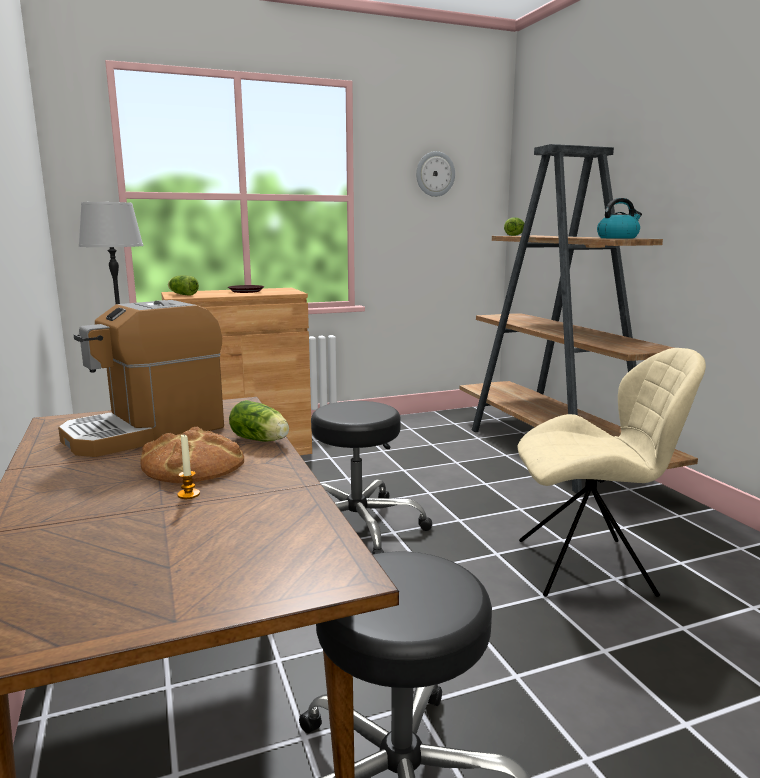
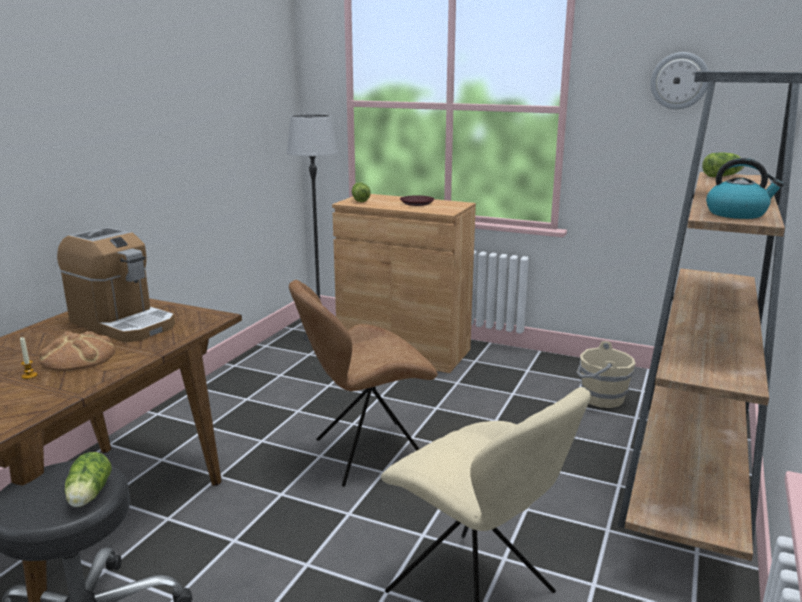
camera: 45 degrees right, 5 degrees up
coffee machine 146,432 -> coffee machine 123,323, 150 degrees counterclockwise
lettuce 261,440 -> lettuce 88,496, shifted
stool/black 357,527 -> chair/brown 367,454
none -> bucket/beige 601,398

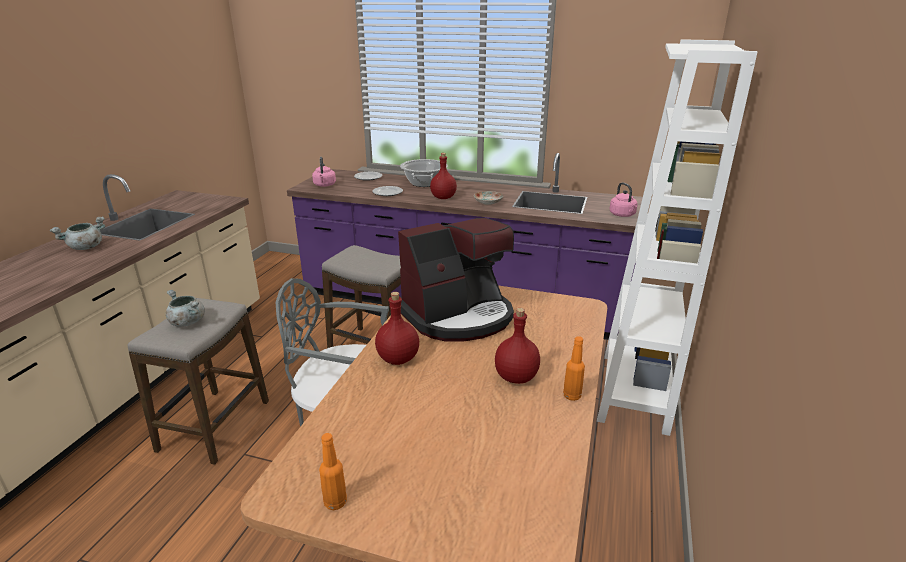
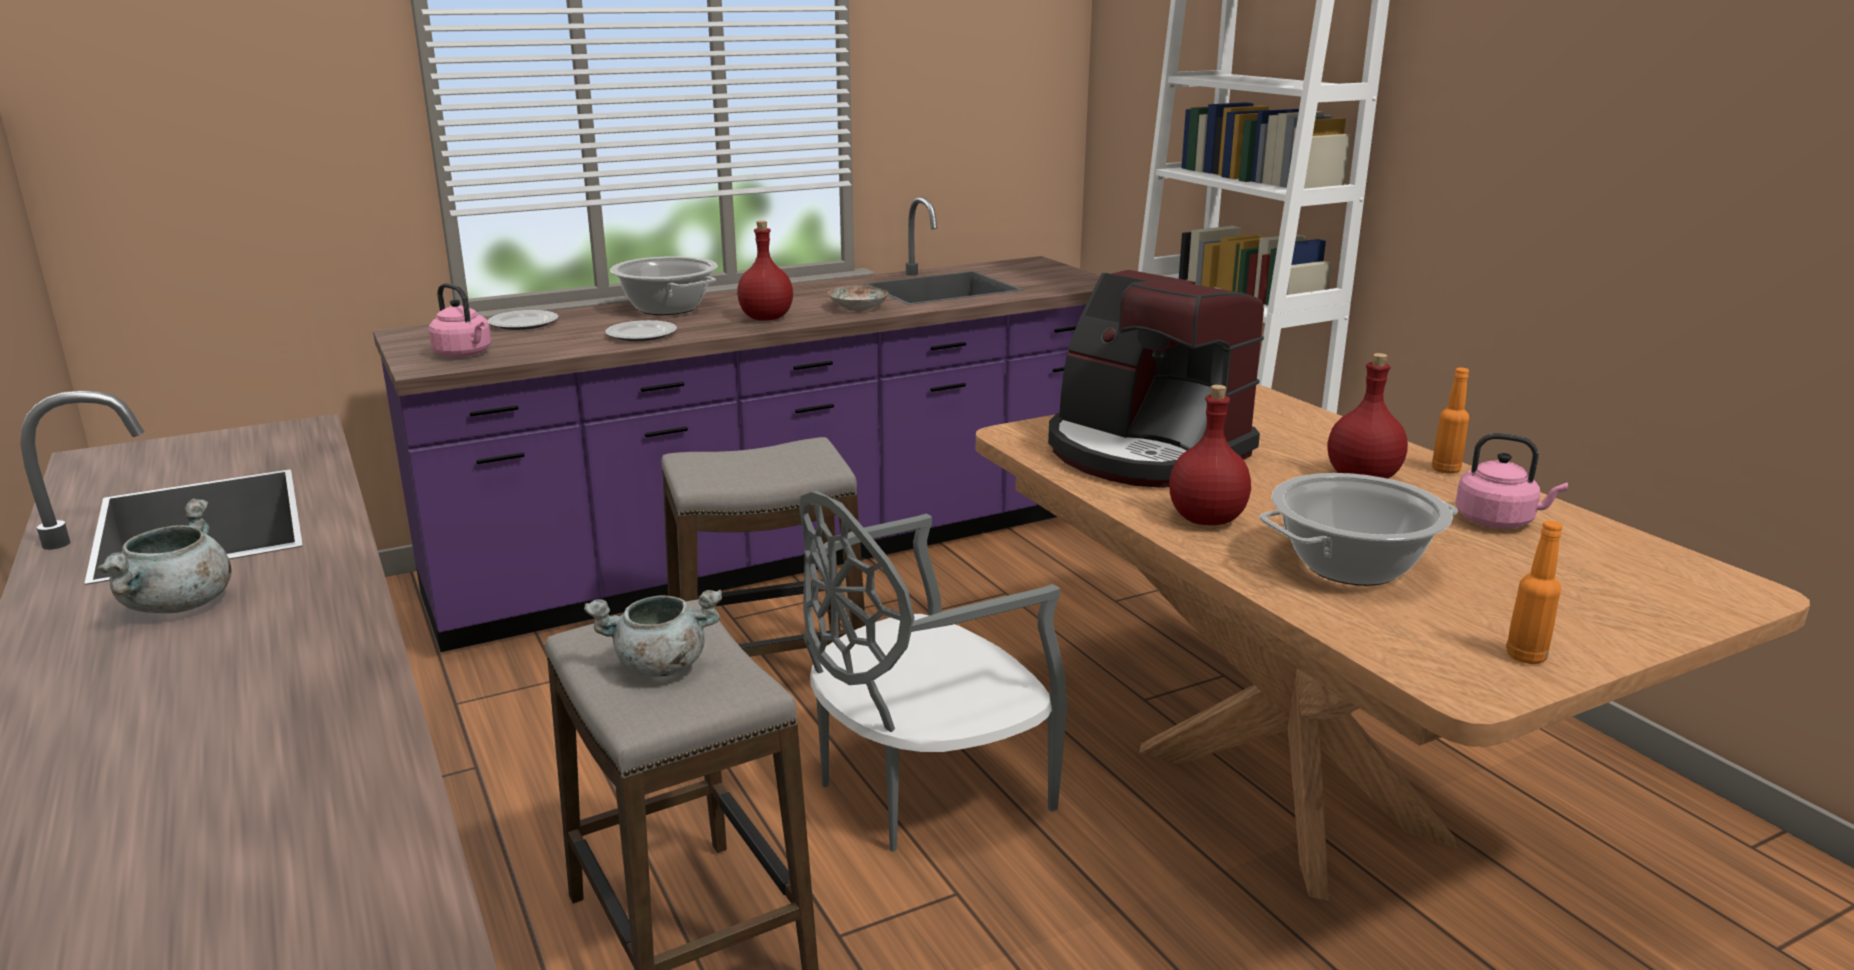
camera: 45 degrees left, 5 degrees down
coffee machine 458,316 -> coffee machine 1144,452, 120 degrees clockwise
kettle/pink 623,215 -> kettle/pink 1498,521, shifted
none -> cooking pot 1351,565

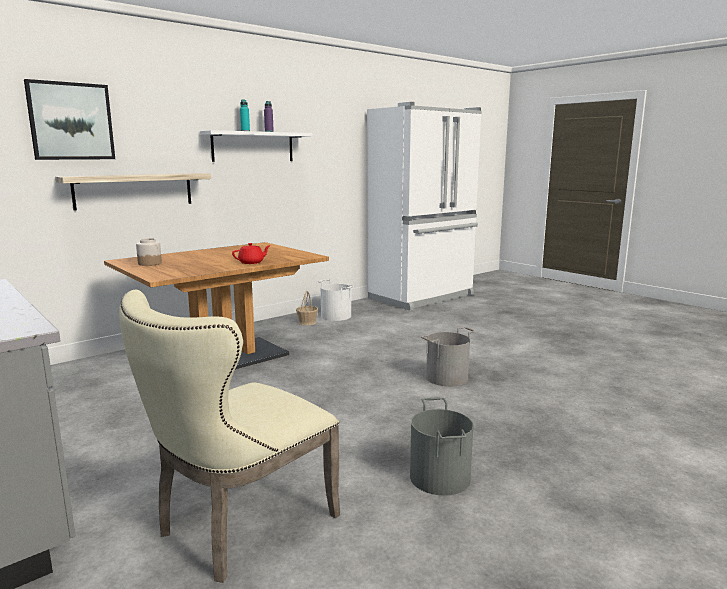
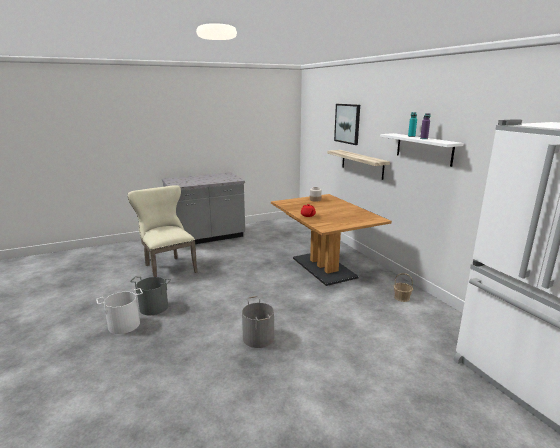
camera: 105 degrees right, 5 degrees up
bucket/white 336,316 -> bucket/white 124,325, shifted

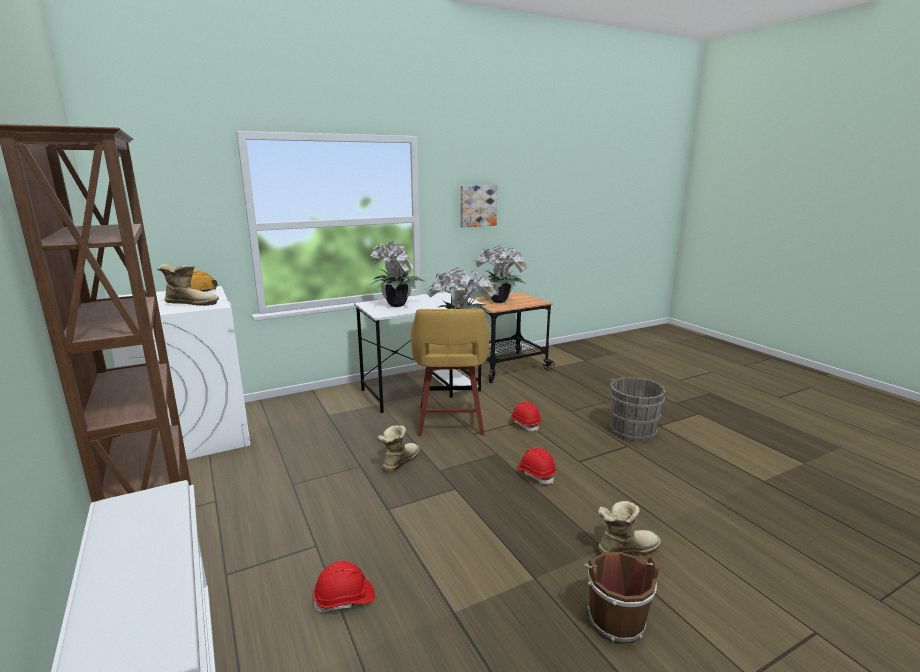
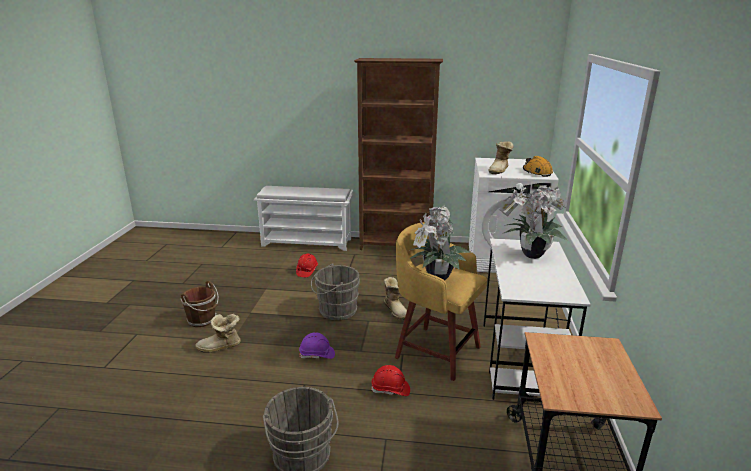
camera: 125 degrees right, 5 degrees up
picture 477,205 -> none
potted plant 500,301 -> none
hard hat/red 535,474 -> hard hat/purple 317,355
boot 624,548 -> boot 220,347, 60 degrees clockwise
none -> bucket/grey 335,311

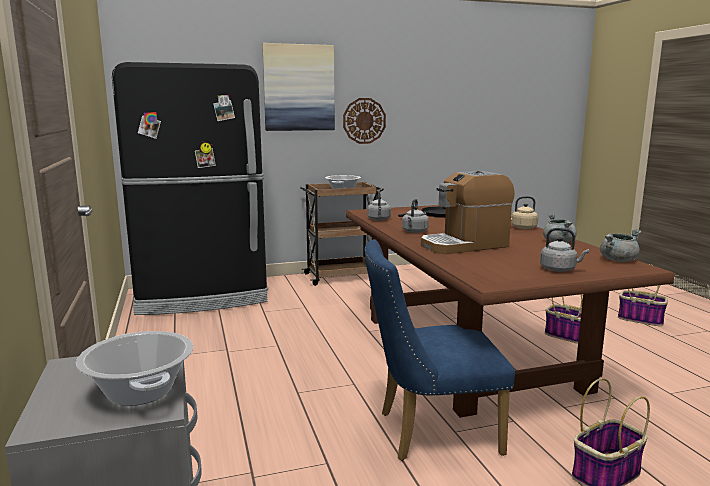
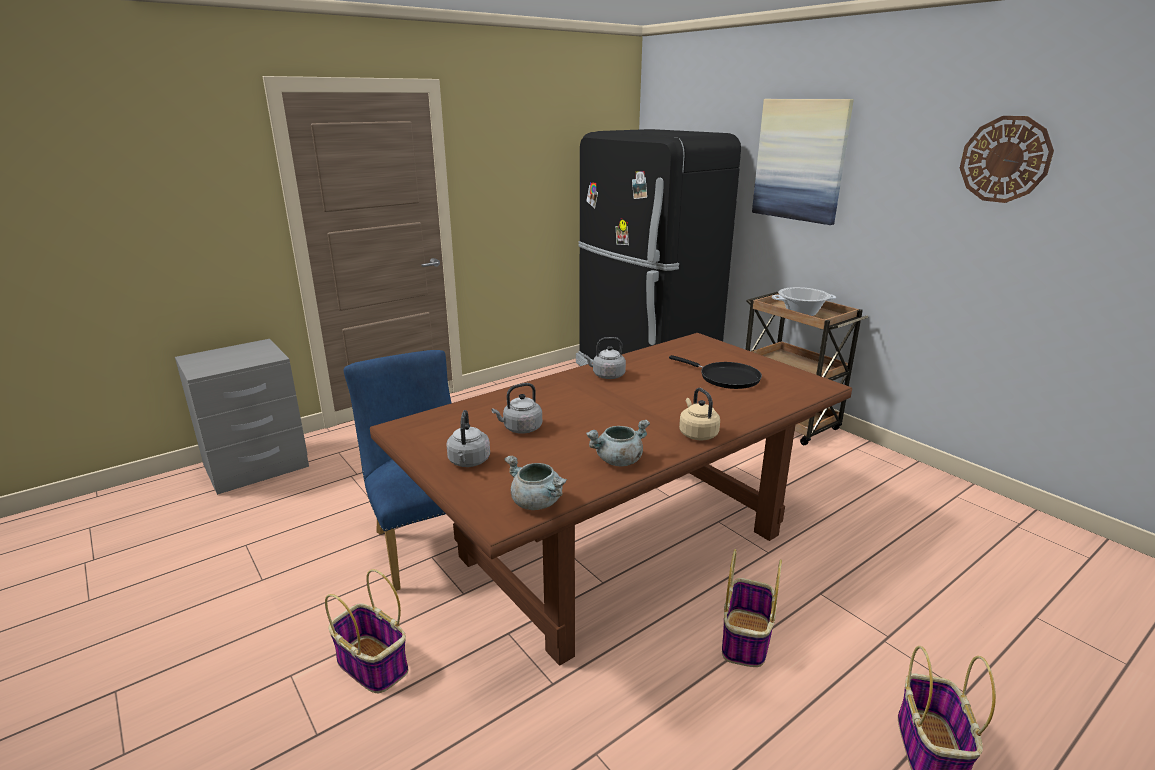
camera: 70 degrees right, 10 degrees up
cooking pot 139,391 -> none
wall clock 364,121 -> wall clock 1005,159, shifted
kettle/grey 379,219 -> kettle/grey 520,428, shifted
coffee machine 464,245 -> none

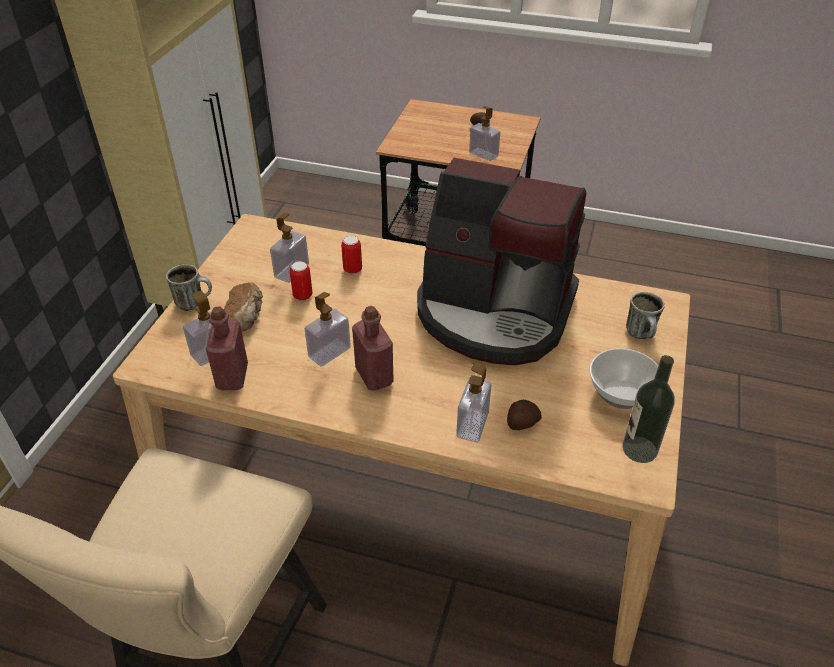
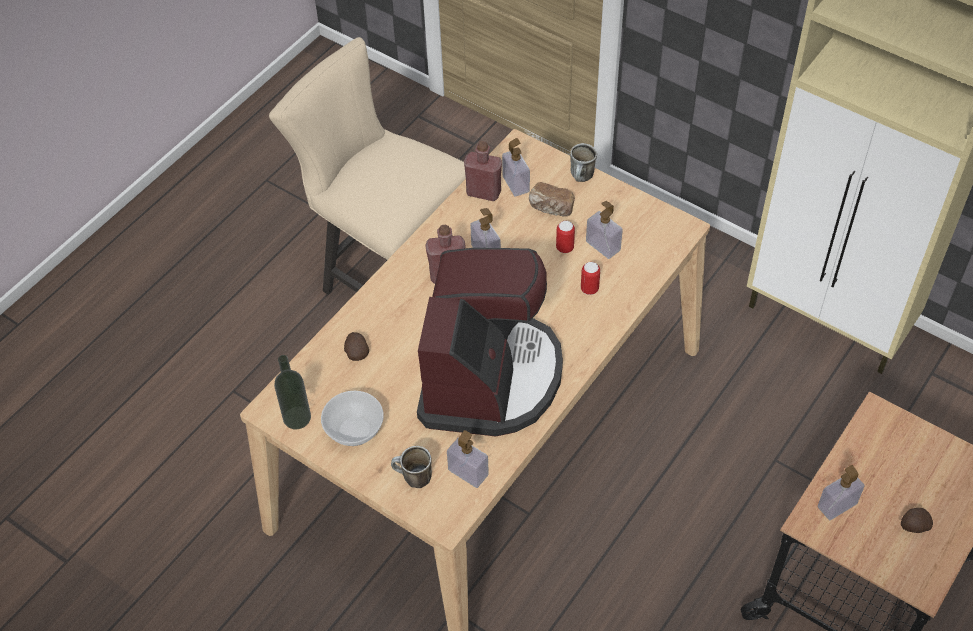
camera: 110 degrees right, 10 degrees up
coffee machine 494,312 -> coffee machine 489,377, 150 degrees clockwise
soap dispenser 472,425 -> soap dispenser 468,472, shifted

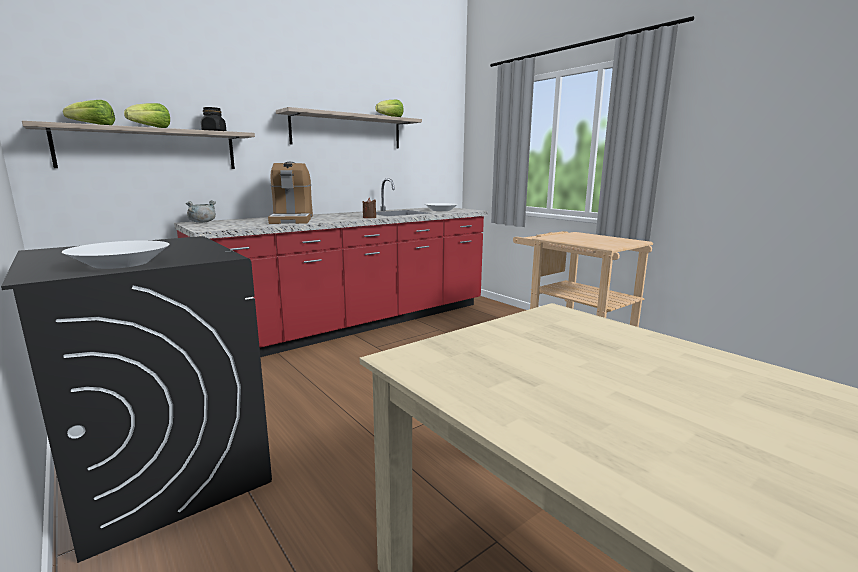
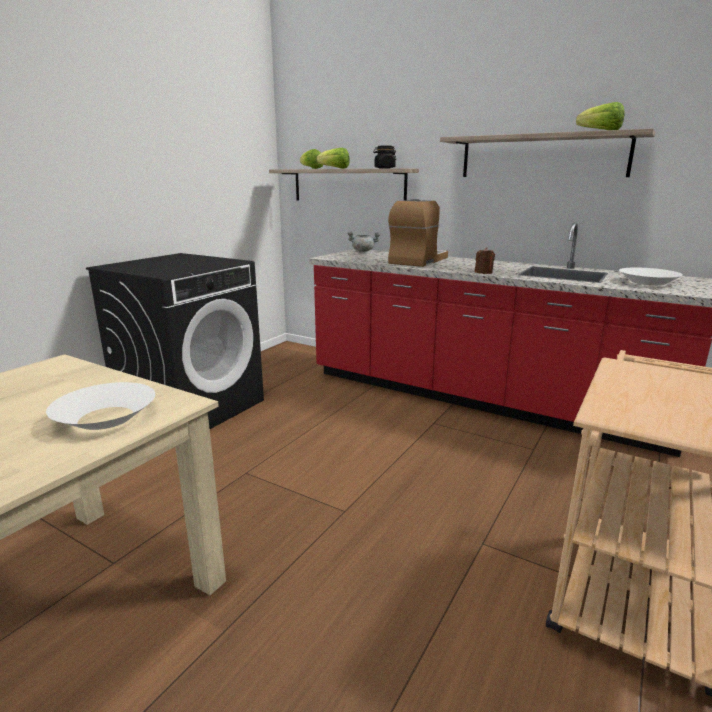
camera: 70 degrees right, 5 degrees up
bowl/white 121,263 -> bowl/white 106,417, shifted
coffee machine 292,220 -> coffee machine 418,261, 150 degrees clockwise

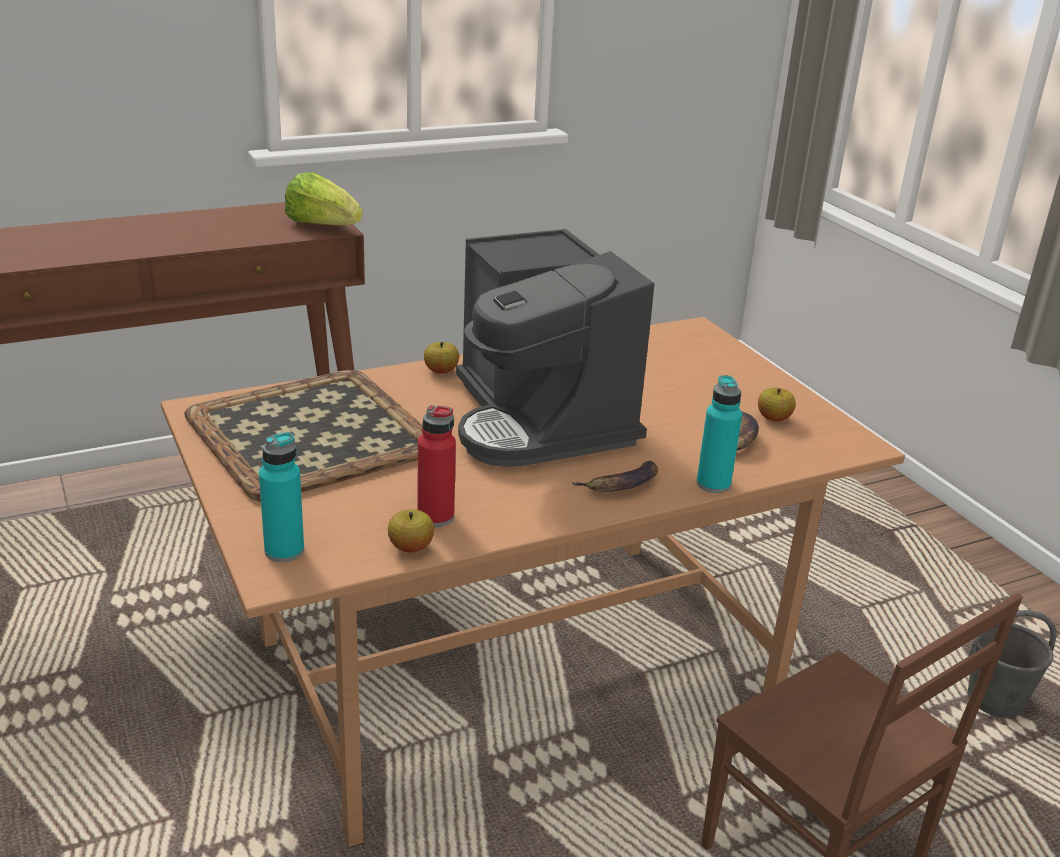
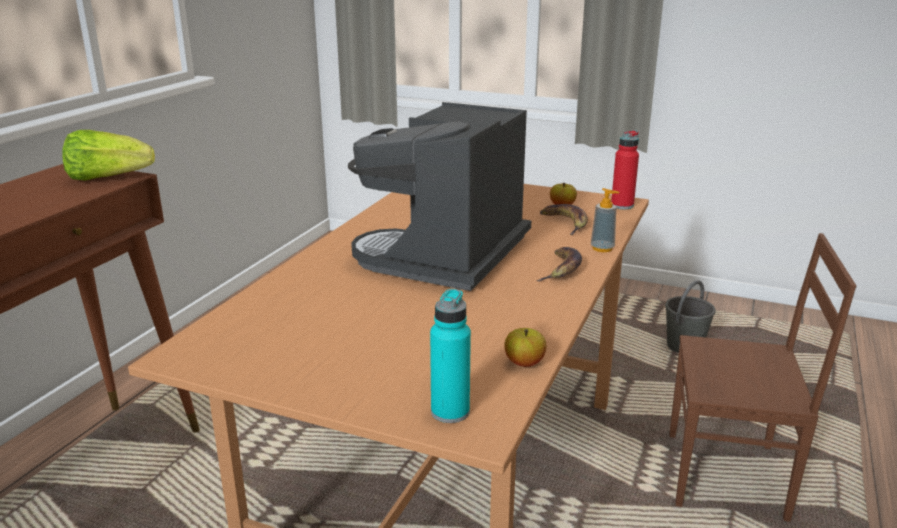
camera: 40 degrees left, 5 degrees down
tray 314,433 -> none
bottle/red 435,517 -> bottle/red 622,205, shifted
apple 441,371 -> none
coffee machine 540,420 -> coffee machine 446,256, 90 degrees clockwise
bottle/turquoise 713,484 -> soap dispenser 602,248

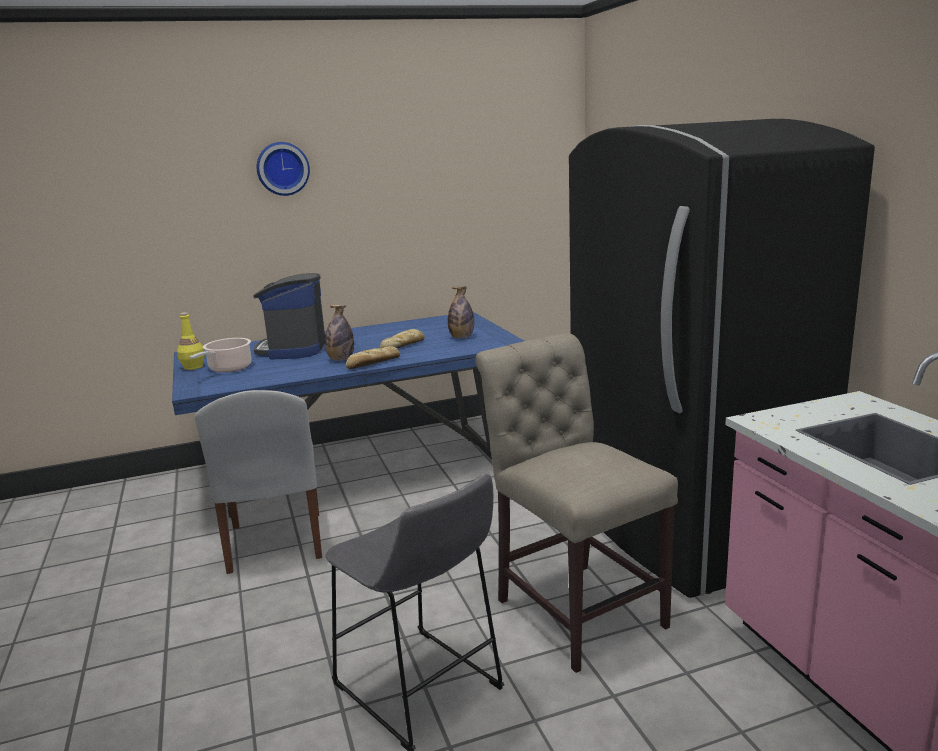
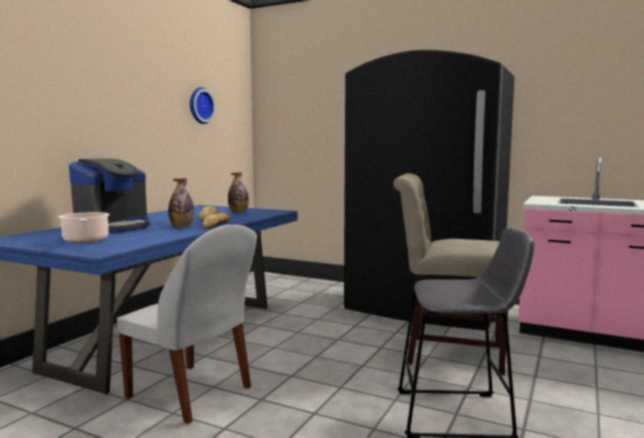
camera: 45 degrees left, 10 degrees down
bottle/yellow 193,367 -> none
coffee machine 293,349 -> coffee machine 113,228, 105 degrees counterclockwise
wall clock 282,168 -> wall clock 199,105, shifted

